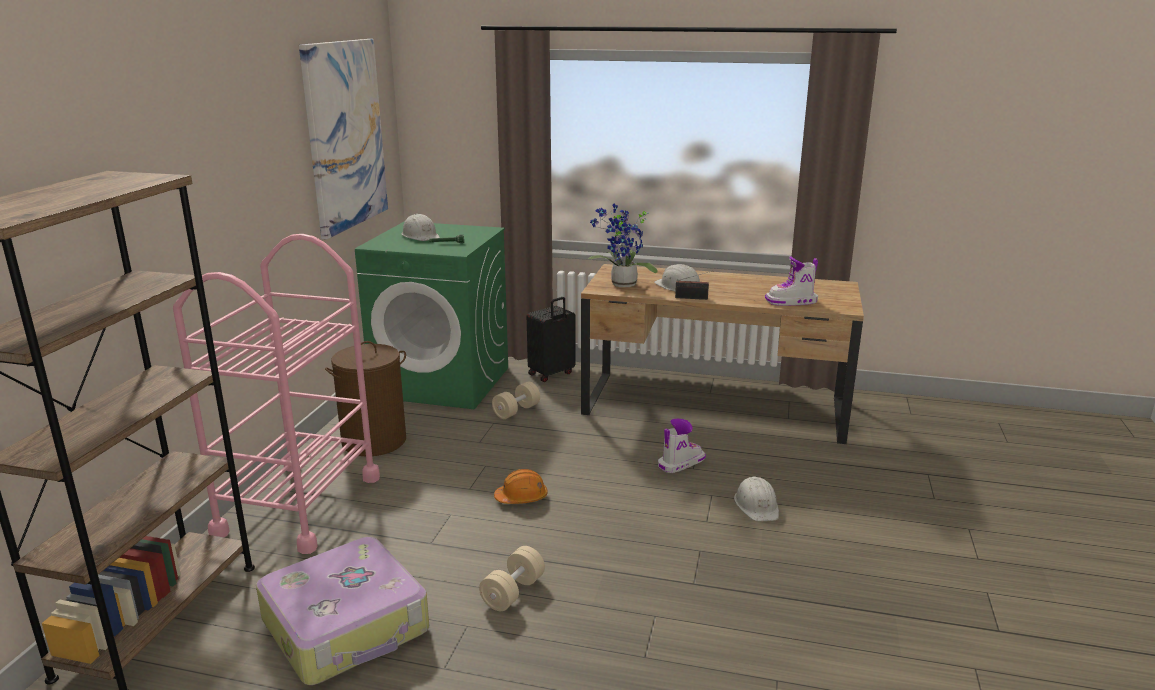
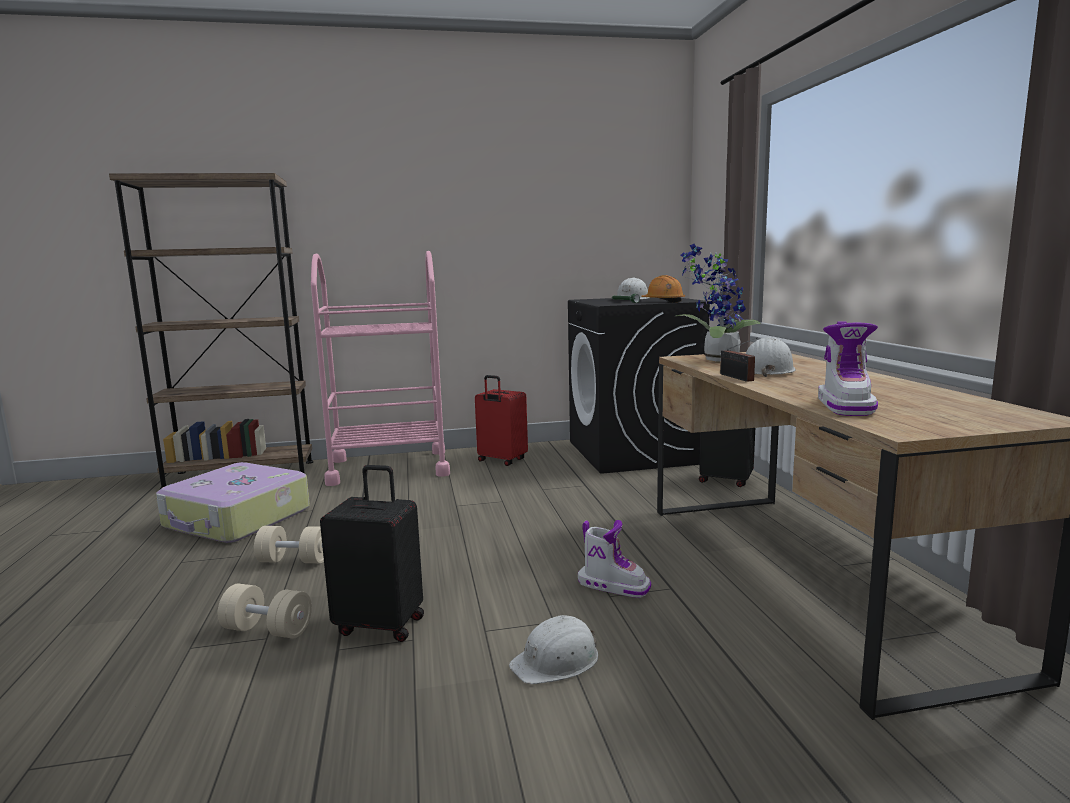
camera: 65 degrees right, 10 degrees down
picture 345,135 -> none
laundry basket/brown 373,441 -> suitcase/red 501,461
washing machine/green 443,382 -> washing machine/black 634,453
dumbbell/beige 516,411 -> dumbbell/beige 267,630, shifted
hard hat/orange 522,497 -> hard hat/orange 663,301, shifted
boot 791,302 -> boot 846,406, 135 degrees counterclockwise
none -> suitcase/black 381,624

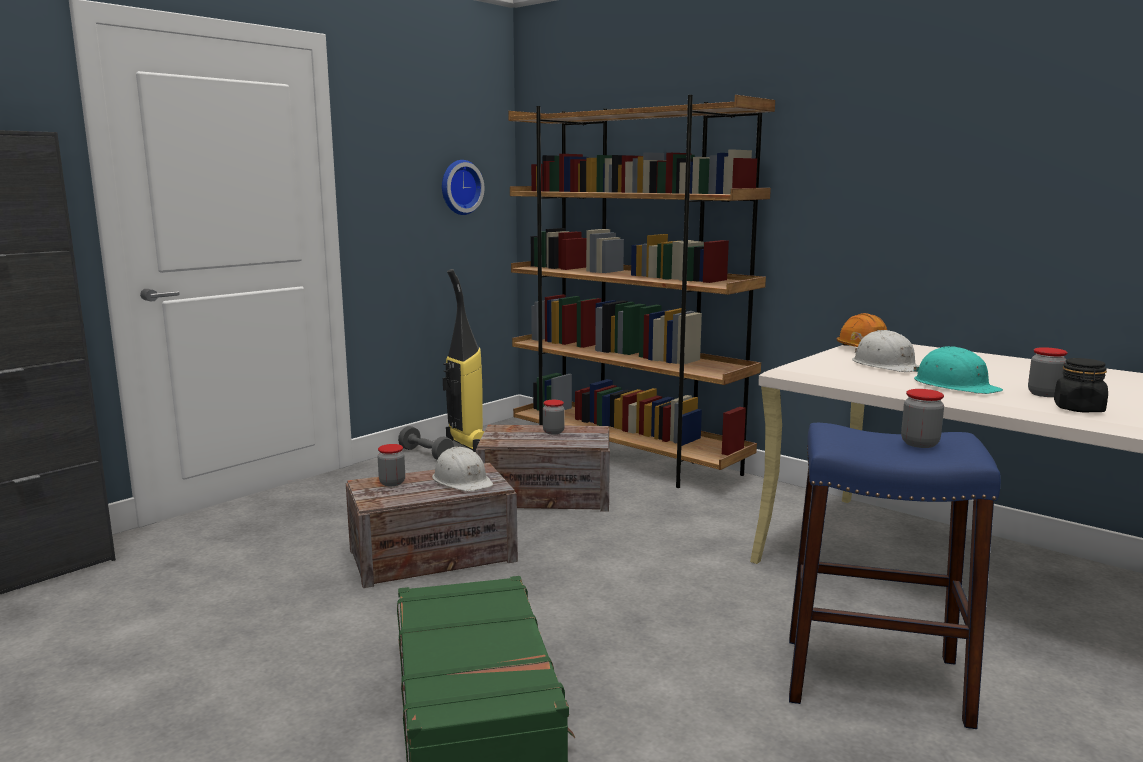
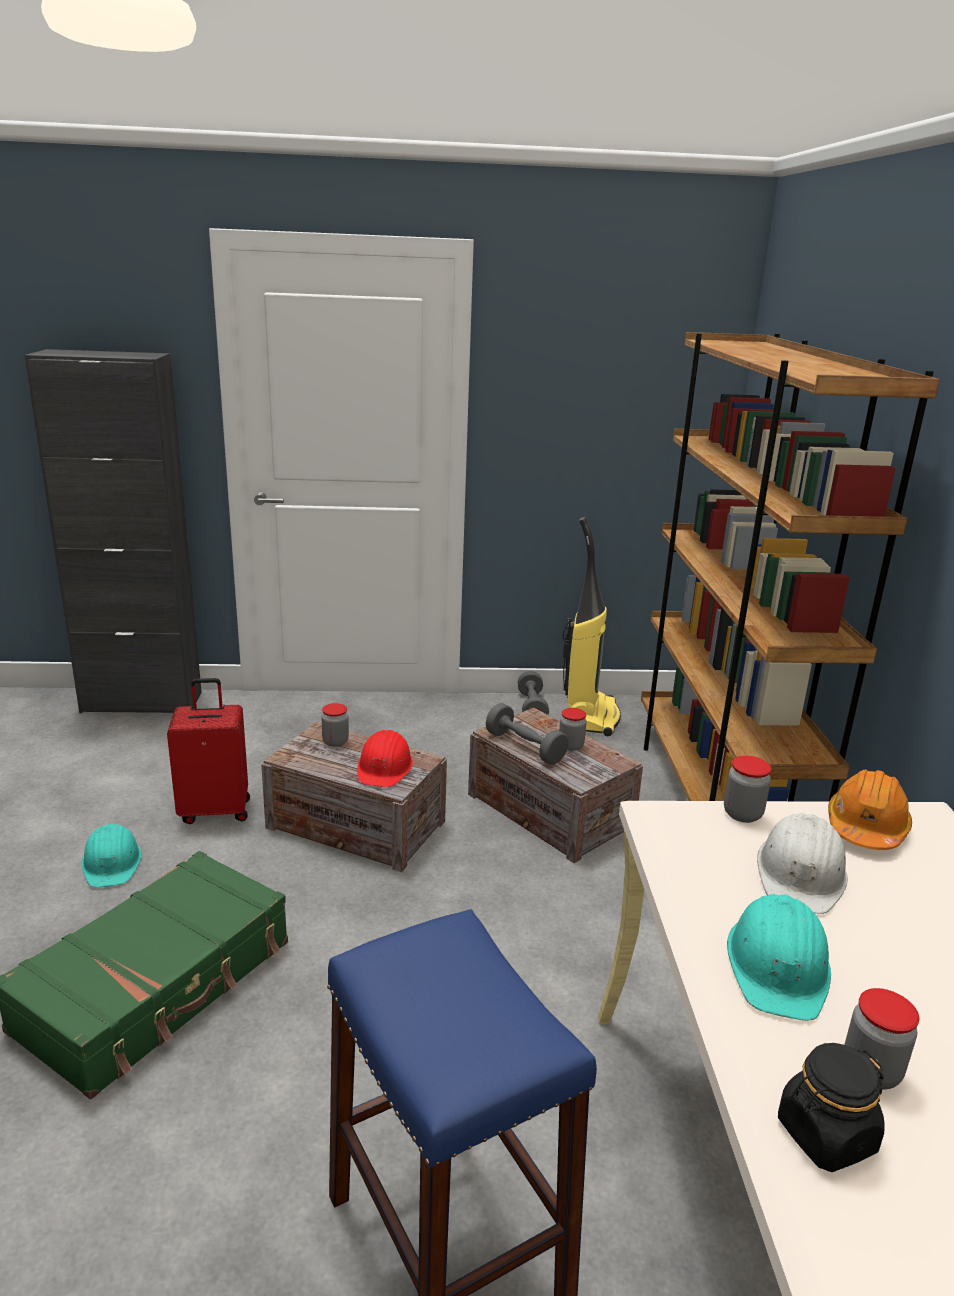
camera: 45 degrees right, 10 degrees up
hard hat/white 462,480 -> hard hat/red 384,767
wall clock 459,187 -> none
jar 919,443 -> jar 742,814, shifted
none -> hard hat/turquoise 112,863
none -> suitcase/red 215,810
none -> dumbbell/grey 525,747

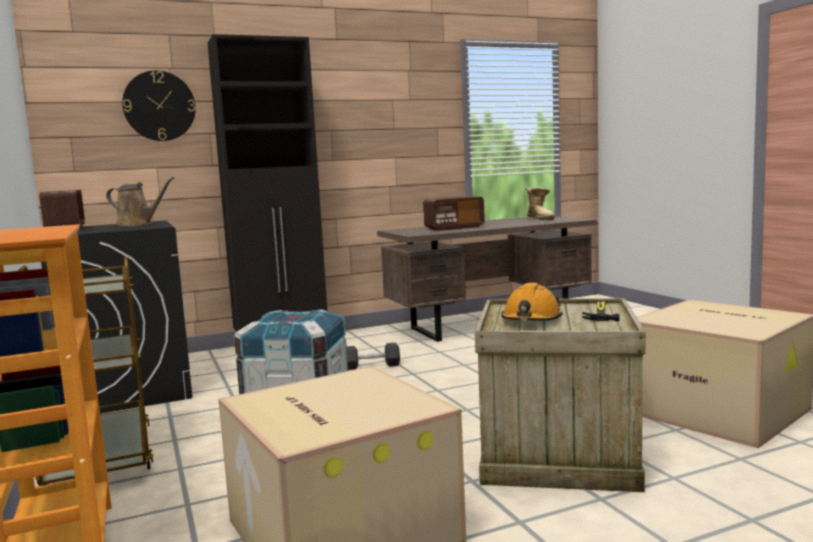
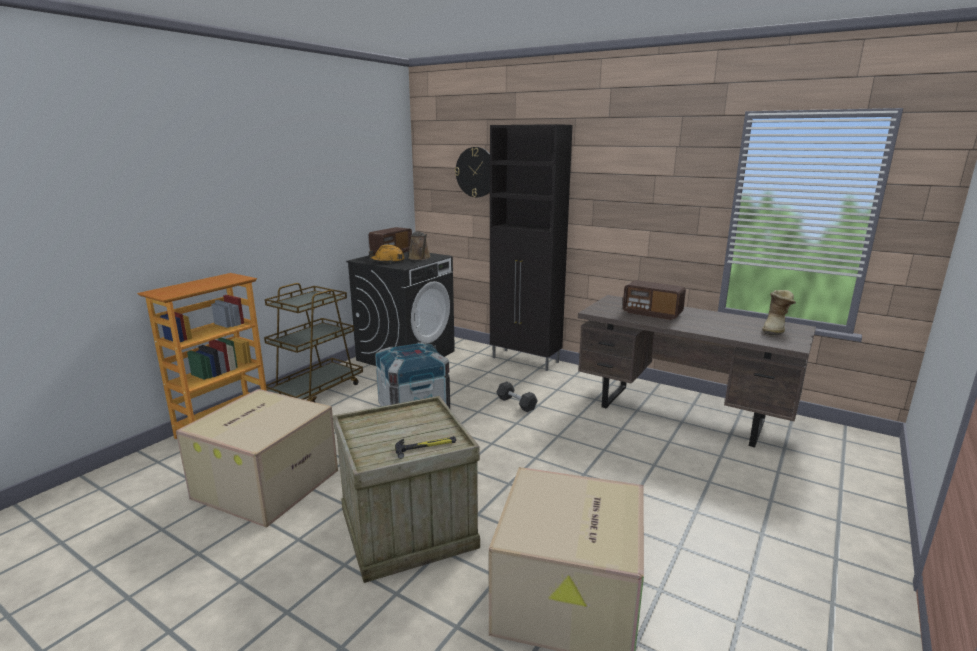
camera: 55 degrees right, 10 degrees up
hard hat/orange 531,320 -> hard hat/orange 387,261, shifted

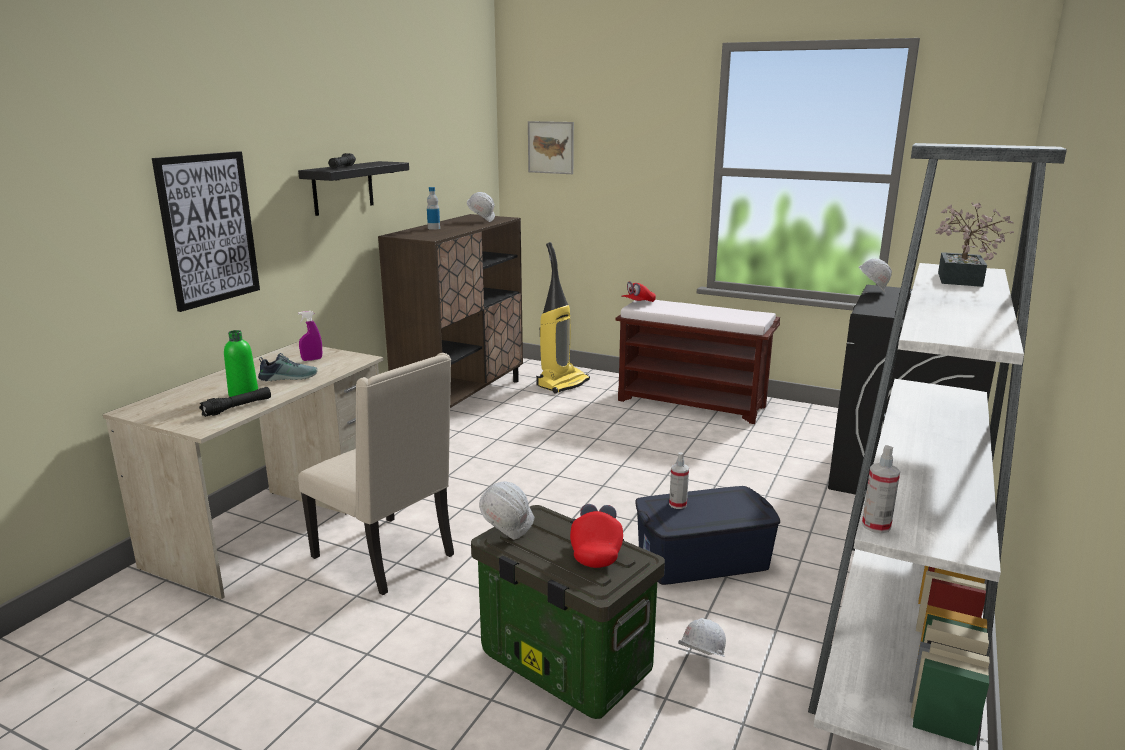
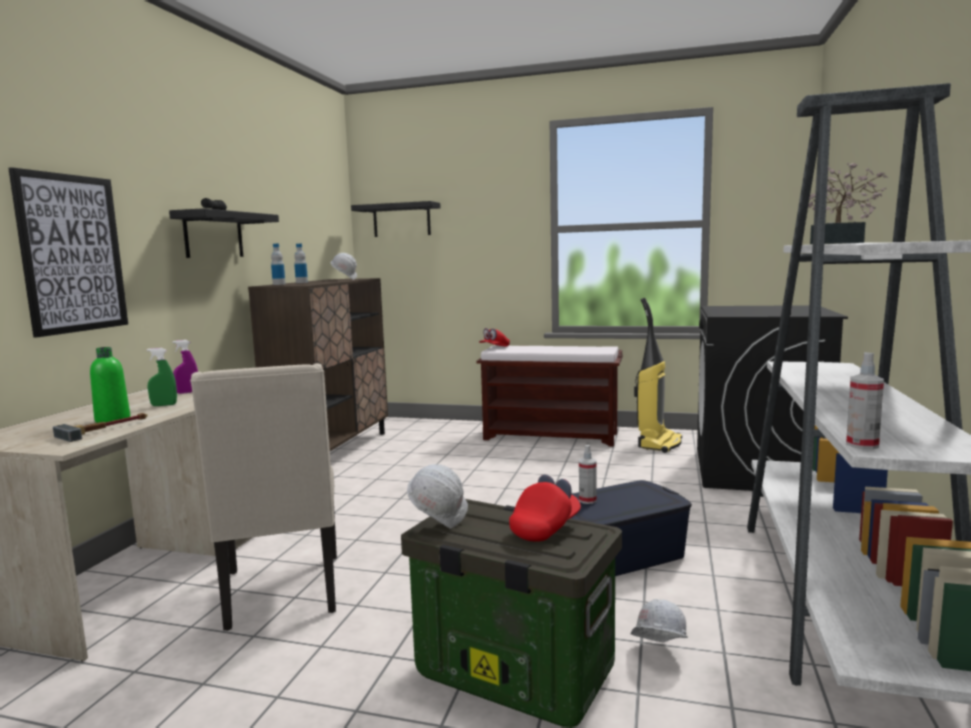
camera: 10 degrees left, 10 degrees down
flashlight/black 237,408 -> hammer 106,429
shoe 289,377 -> spray bottle/green 164,405
chair/beige 387,556 -> chair/beige 283,592, 45 degrees clockwise
picture 551,147 -> shelf/black 401,220
vacuum cleaner 562,383 -> vacuum cleaner 659,443, shifted
cap/red 596,550 -> cap/red 545,528, 45 degrees clockwise
hard hat/white 871,293 -> none
none -> bottle 279,284

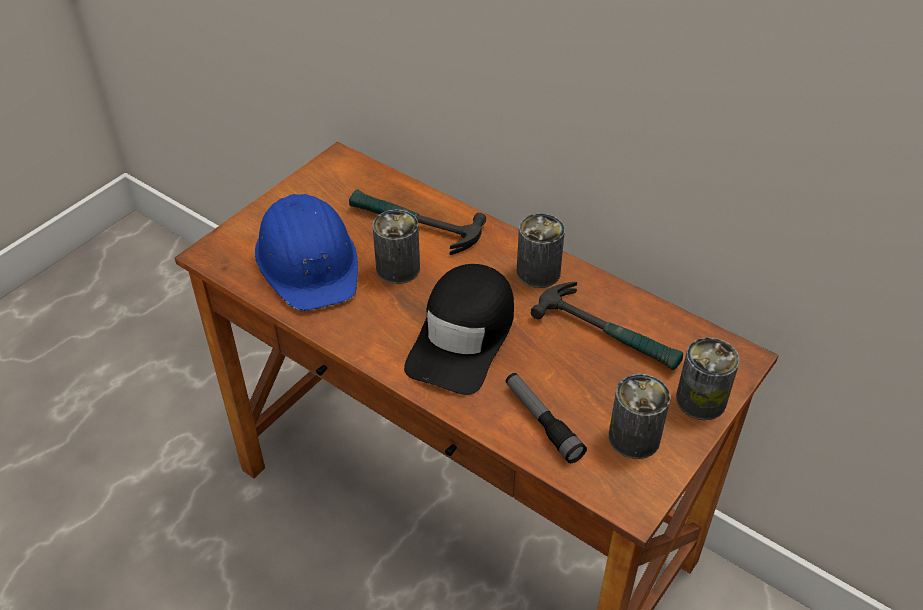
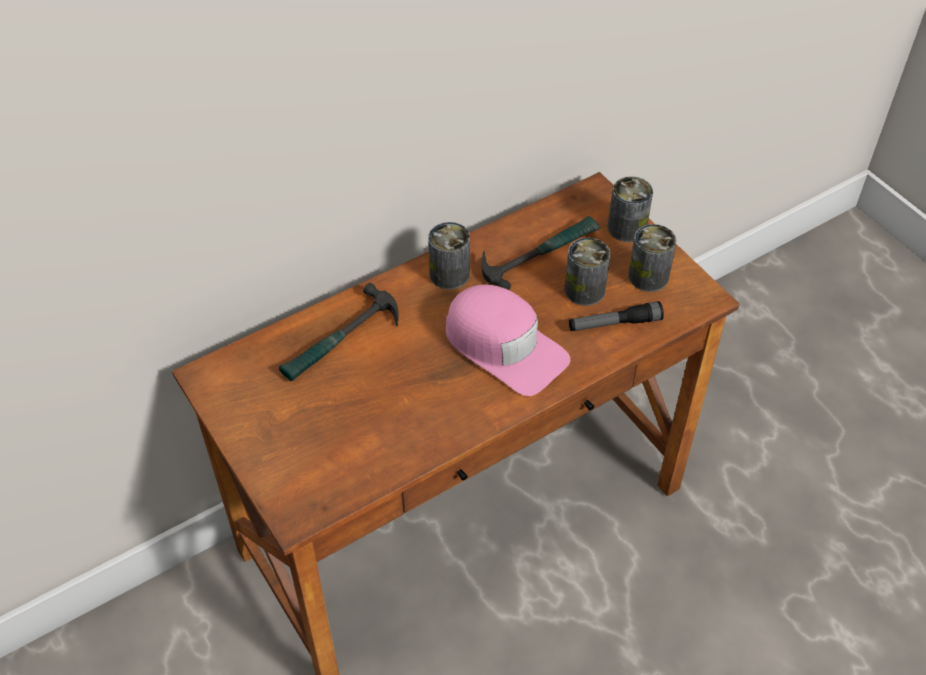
camera: 70 degrees left, 5 degrees up
hard hat/blue 309,261 -> none
can 398,268 -> can 584,290, shifted
cap/black 463,337 -> cap/pink 504,346

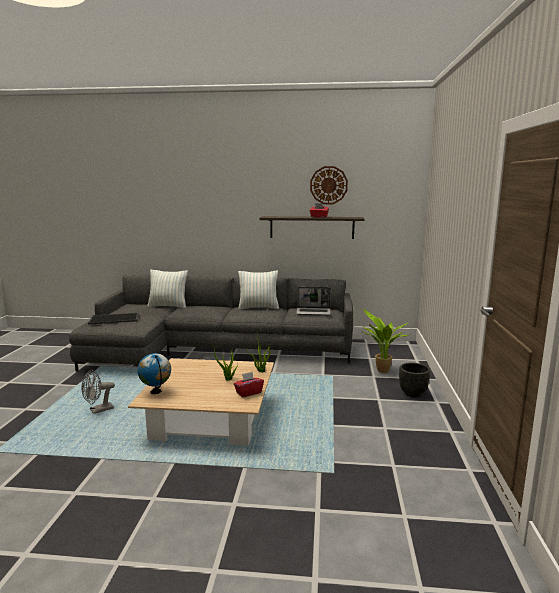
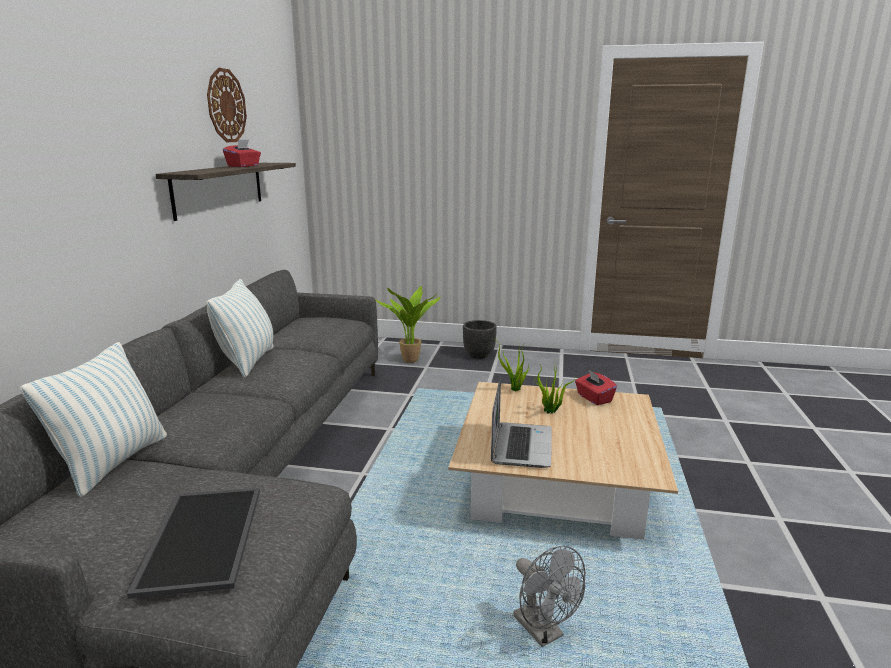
camera: 85 degrees left, 5 degrees up
globe 156,392 -> none
laptop 314,312 -> laptop 520,446, shifted

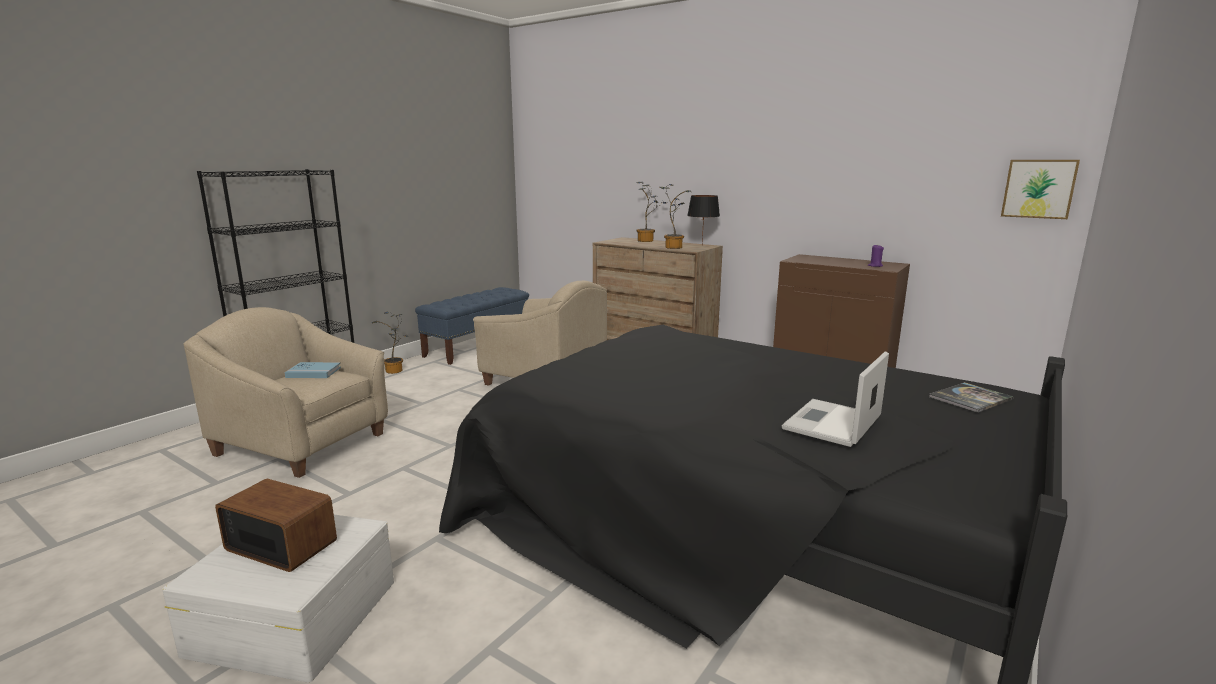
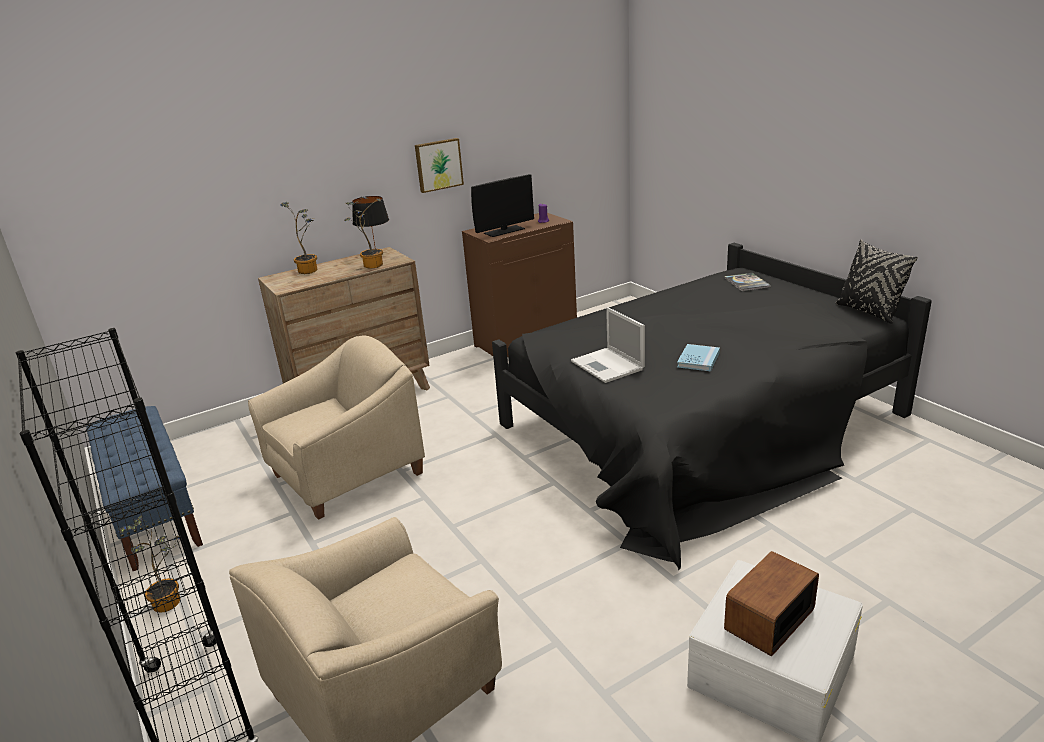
camera: 65 degrees left, 10 degrees up
book/blue 313,372 -> book/blue 698,360, shifted
laptop 831,424 -> laptop 608,366, shifted
picture 1039,188 -> picture 438,165, shifted
none -> monitor 504,231
none -> pillow/black 868,312

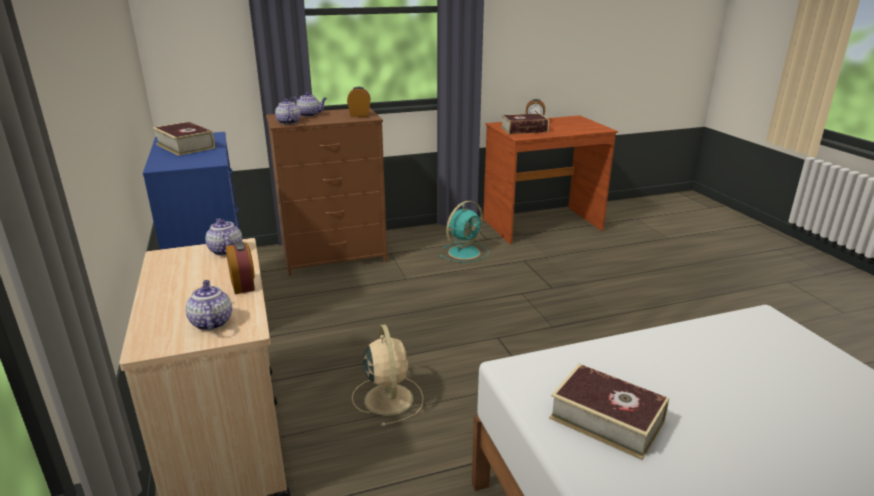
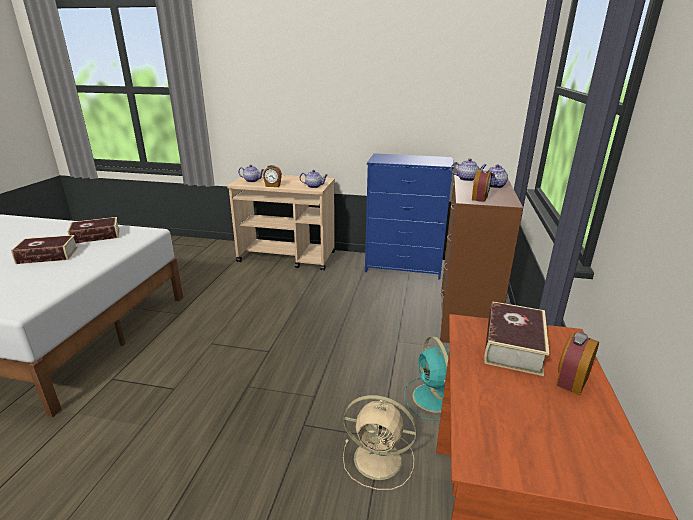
camera: 120 degrees right, 0 degrees up
book 185,146 -> book 48,255, shifted
fan/beige 388,398 -> fan/beige 380,459, shifted

